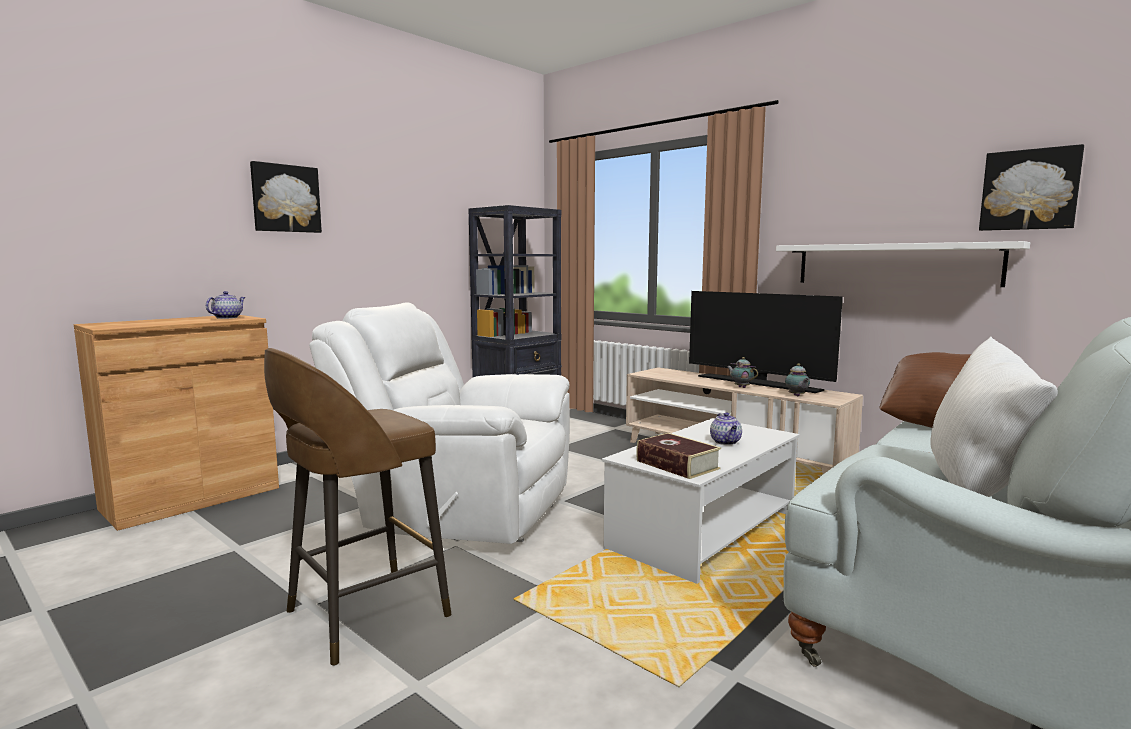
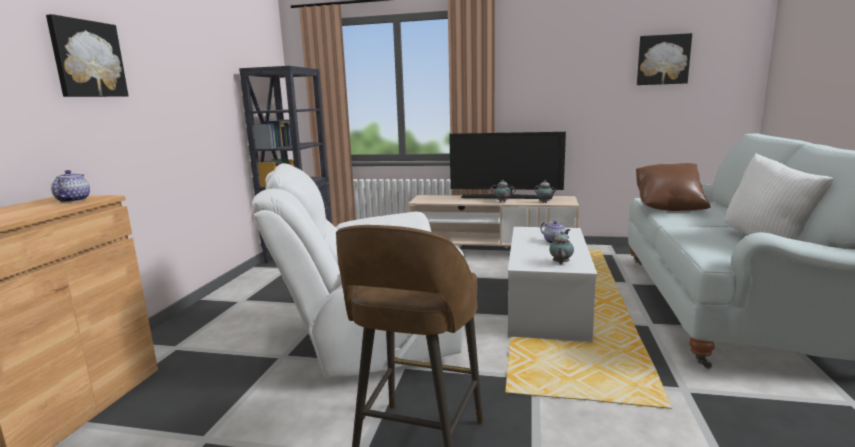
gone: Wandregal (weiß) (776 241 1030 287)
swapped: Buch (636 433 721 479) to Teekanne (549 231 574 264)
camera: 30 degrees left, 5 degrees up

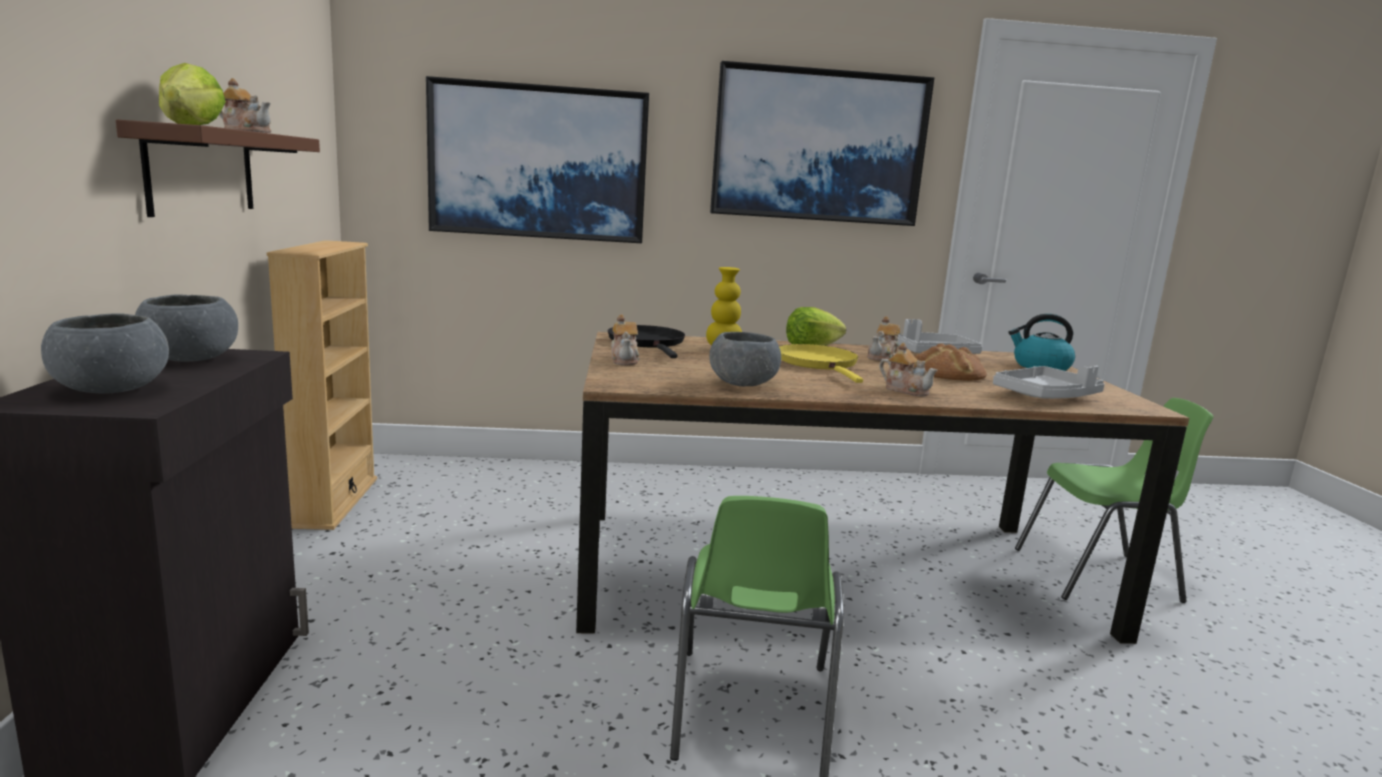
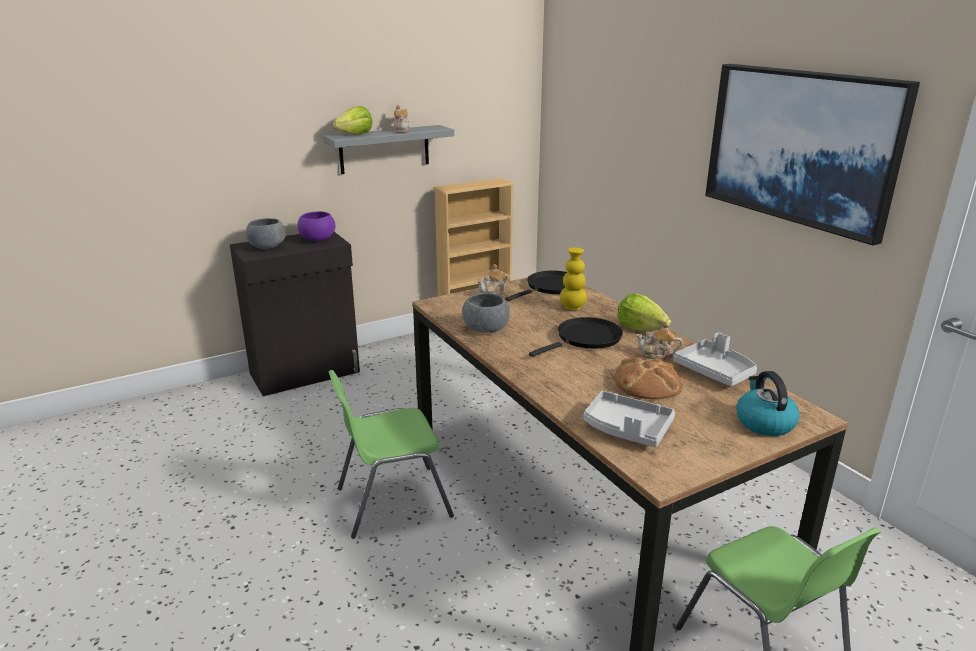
gone: Bild (426 76 649 243); Teekanne (879 343 937 396)
repainted: Schüssel (grau) (135 294 238 362) to Schüssel (lila) (298 211 335 241); Wandregal (braun) (116 120 320 217) to Wandregal (grau) (323 125 454 174); Pfanne (gelb) (779 344 863 383) to Pfanne (schwarz) (529 317 623 357)
camera: 65 degrees right, 10 degrees up

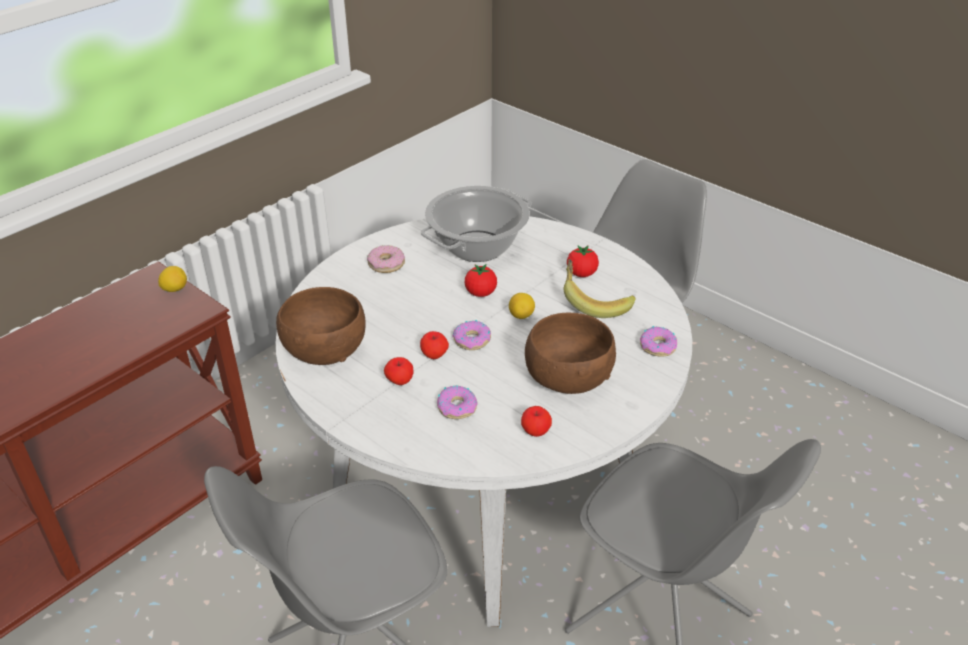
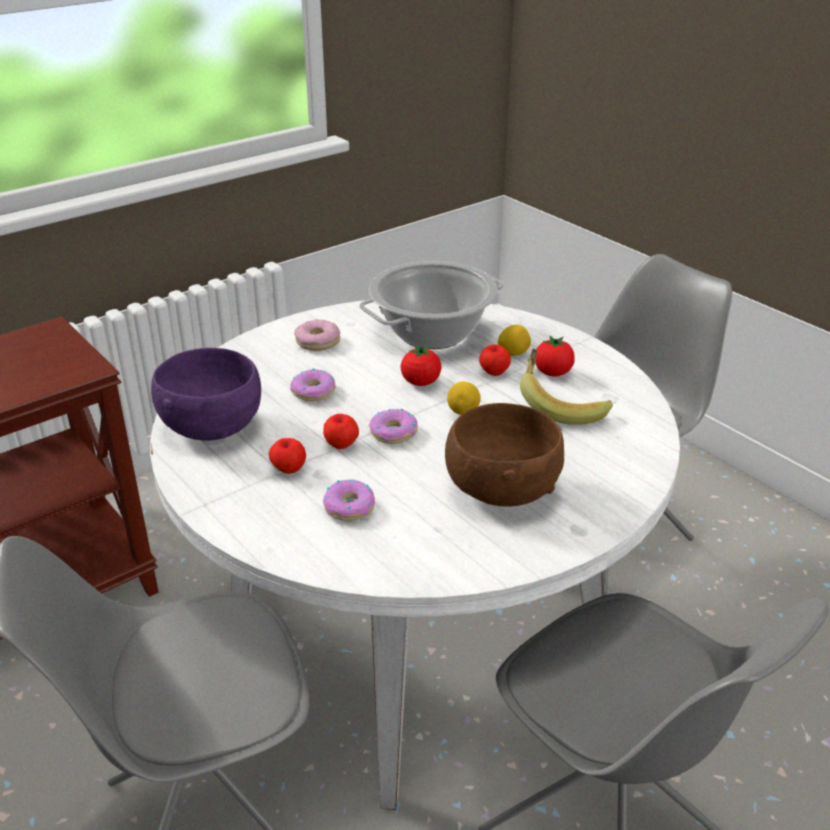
shifted: Donut (640 326 677 357) to (290 368 336 401); Apfel (521 406 552 437) to (479 344 511 376); Zitrone (158 266 187 292) to (498 325 531 356)
repainted: Schüssel (braun) (276 287 366 365) to Schüssel (lila) (151 348 261 441)
camera: 10 degrees right, 5 degrees down

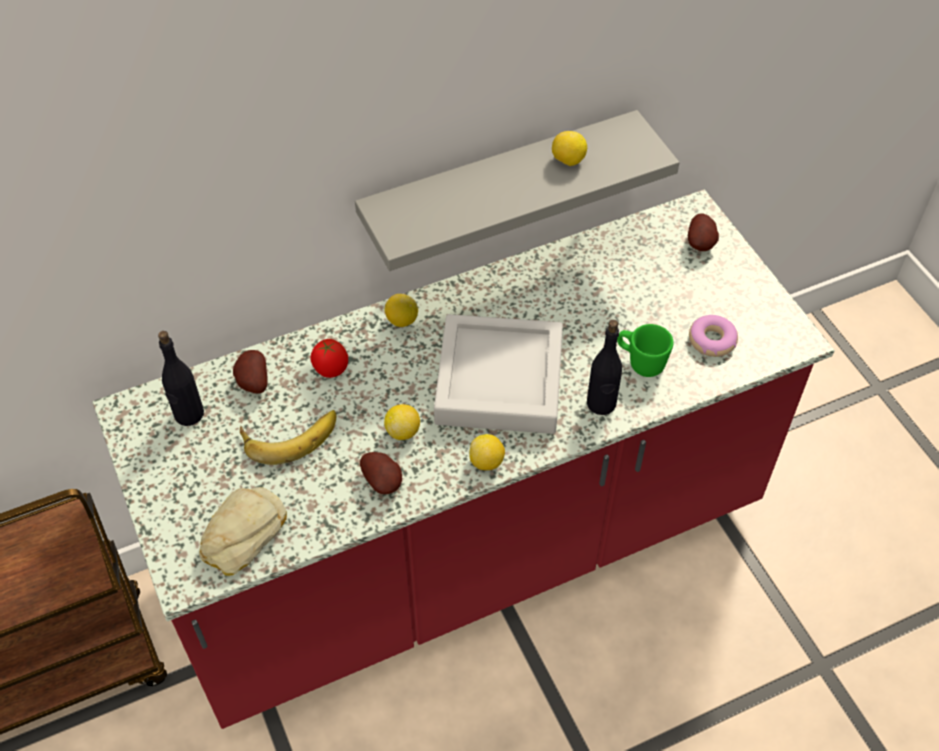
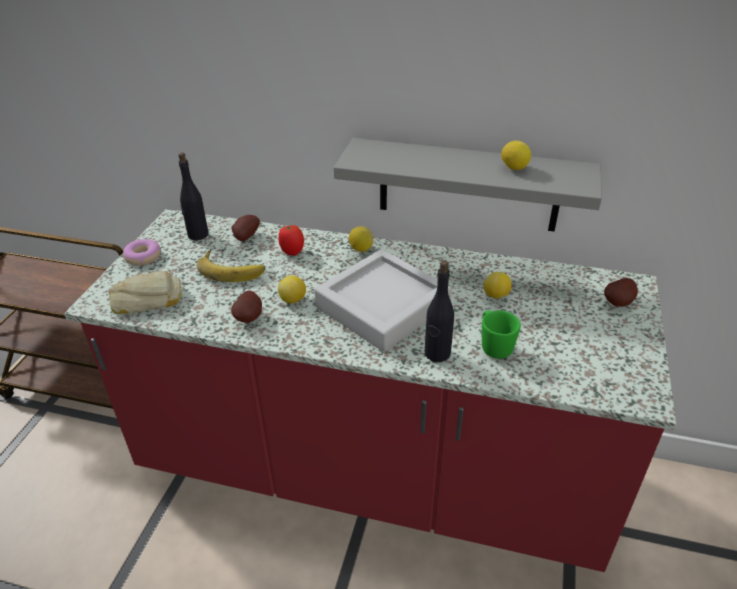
shifted: Donut (689 315 738 357) to (123 239 161 266); Zitrone (469 434 505 470) to (484 272 512 299)
camera: 40 degrees right, 15 degrees down

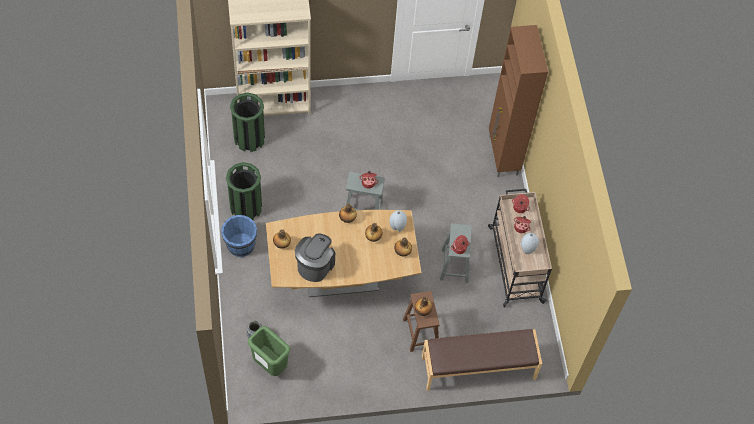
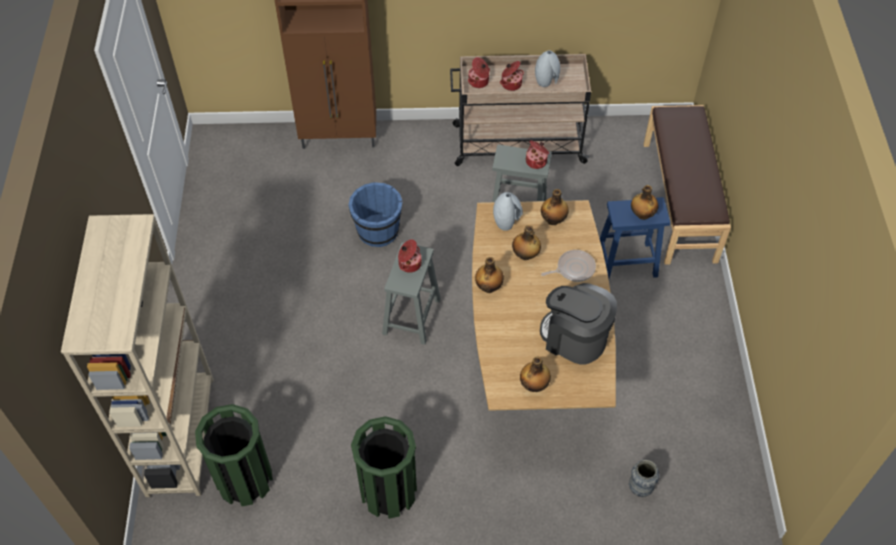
gone: Mülleimer (grün) (248 326 290 376)
new: Pfanne (541 250 596 282)
shifted: Eimer (blau) (221 215 257 257) to (348 182 403 247)
repainted: Hocker (braun) (403 291 440 352) to Hocker (blau) (600 197 670 279)
camera: 80 degrees left, 5 degrees down

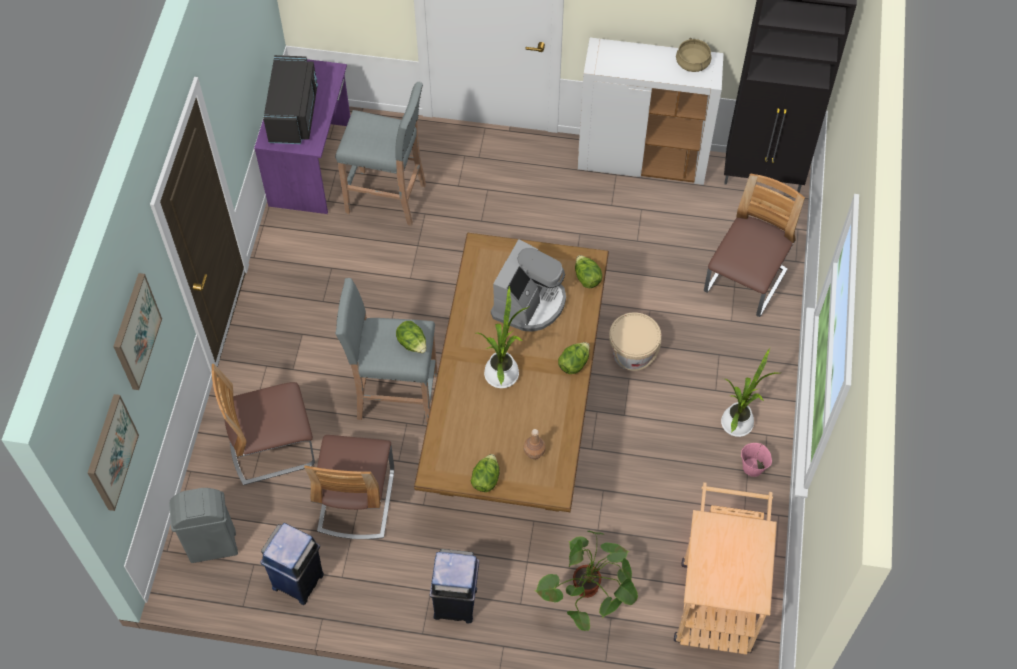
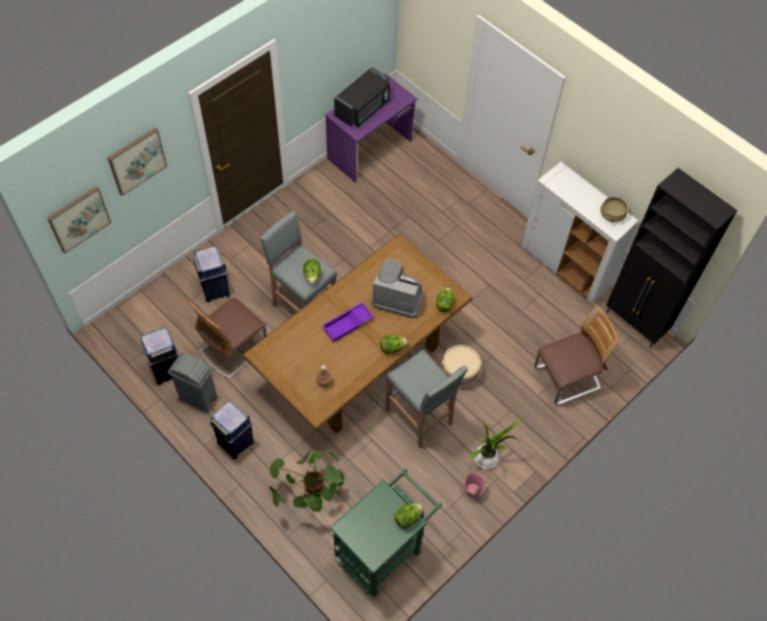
shifted: Mülleimer (grau) (169 488 238 563) to (168 353 217 413); Hocker (grau) (335 82 426 226) to (385 350 468 449); Salatkopf (471 454 500 492) to (394 504 423 528)
swapped: Stuhl (212 364 315 485) to Mülleimer (blau) (193 246 231 303); Topfpflanze (477 285 530 388) to Tablett (lila) (322 302 374 342)
repainted: Rollwagen (beige) (674 482 777 655) to Rollwagen (grün) (330 469 442 596)
rotated: Kaffeemaschine (491 239 566 332) = (371 259 424 318) 135 degrees counterclockwise
camera: 35 degrees right, 0 degrees up

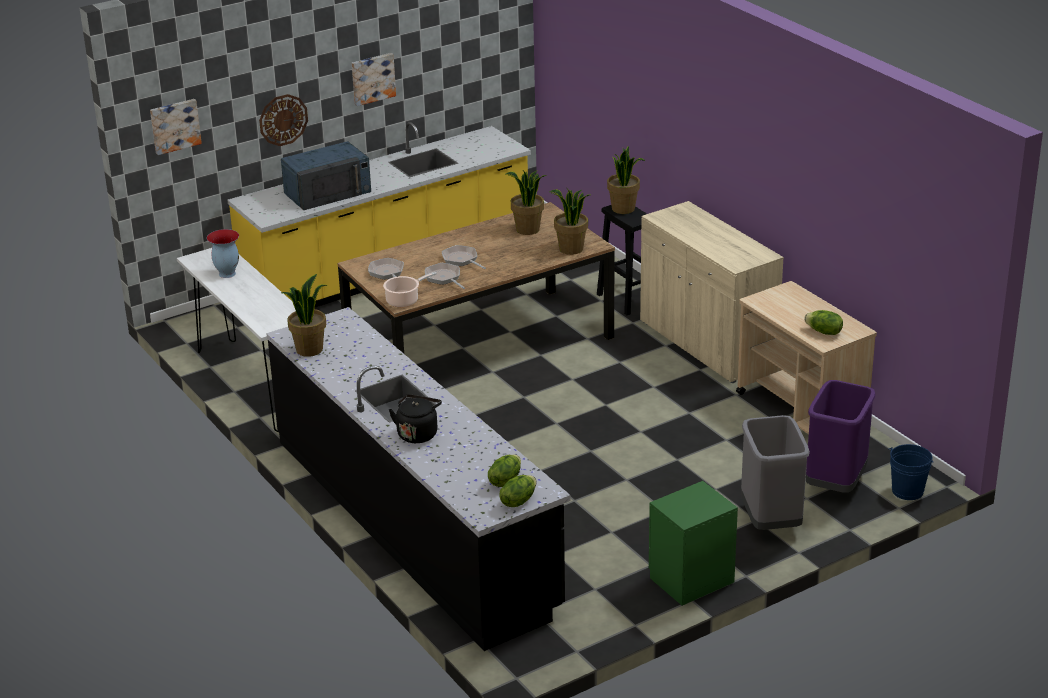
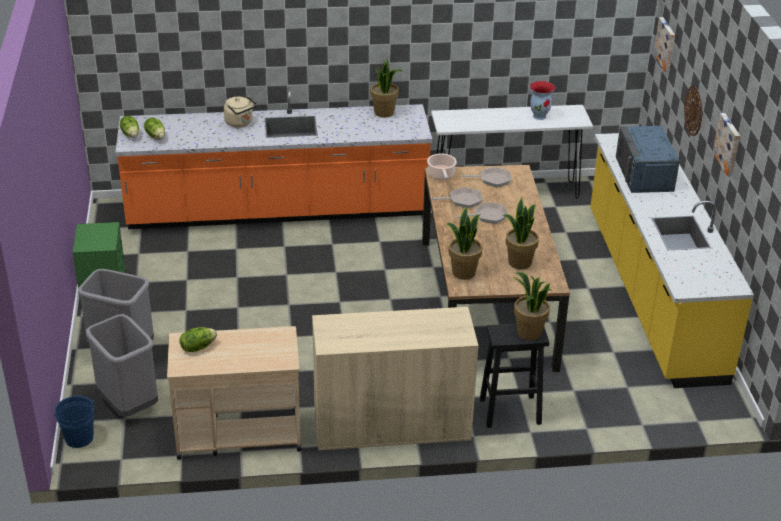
repainted: Mülleimer (lila) (806 380 876 493) to Mülleimer (grau) (86 314 158 417); Küchenzeile (schwarz) (266 307 570 651) to Küchenzeile (orange) (115 87 432 229); Wasserkessel (schwarz) (389 394 442 443) to Wasserkessel (beige) (224 96 257 127)
camera: 115 degrees right, 5 degrees up

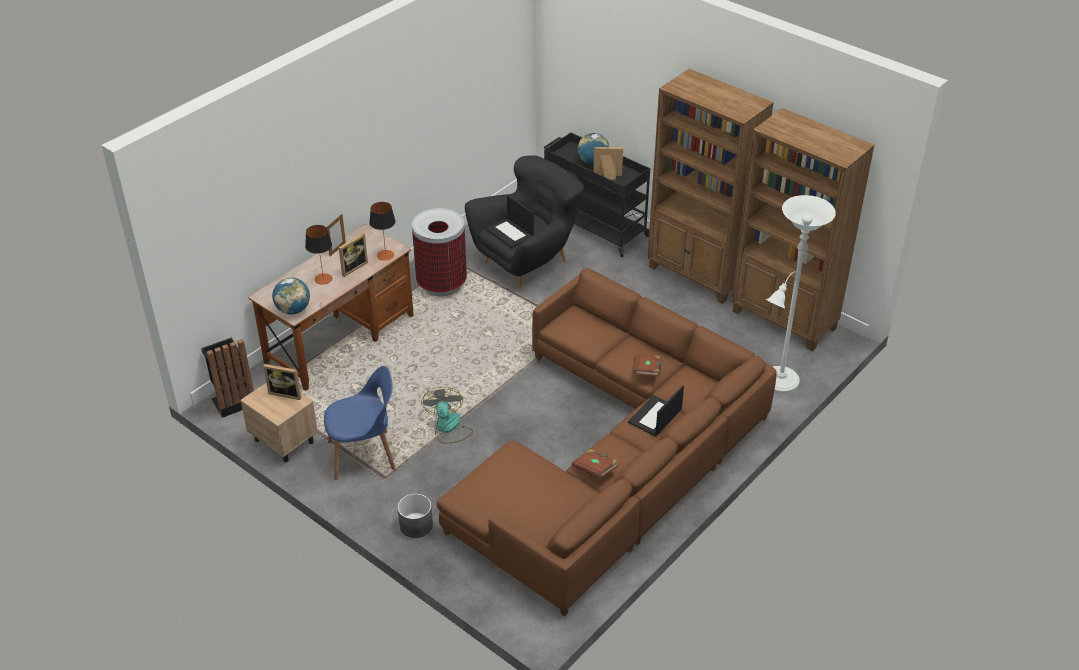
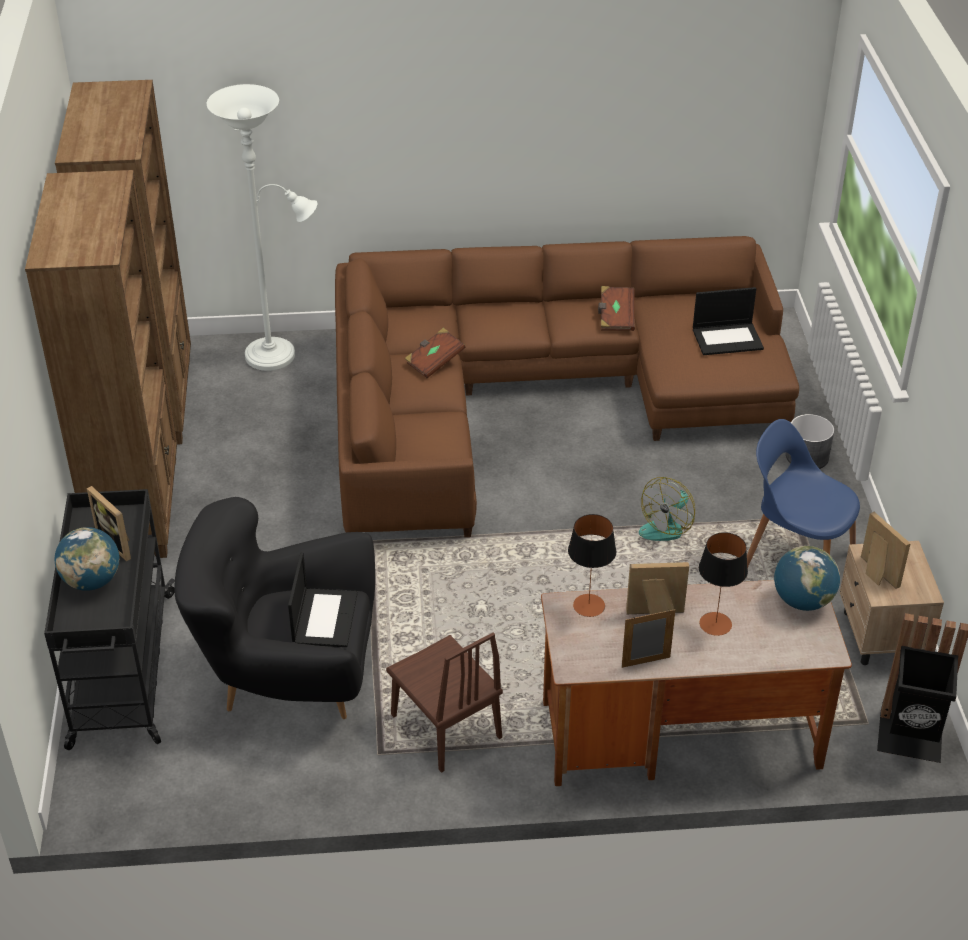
shifted: Laptop (628 385 684 436) to (693 287 764 355)
swapped: Mülleimer (412 208 467 296) to Stuhl (braun) (386 633 503 773)
camera: 135 degrees left, 0 degrees up

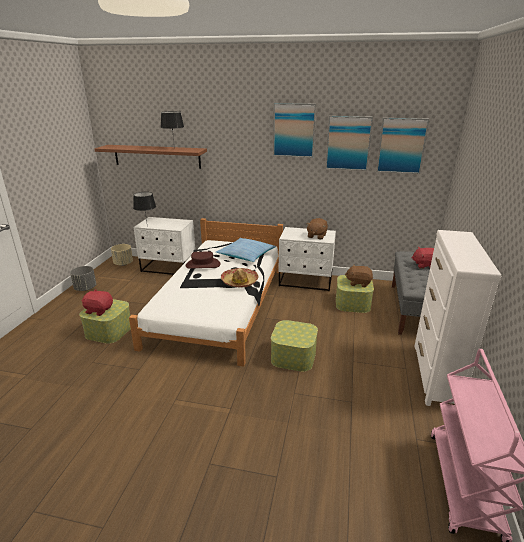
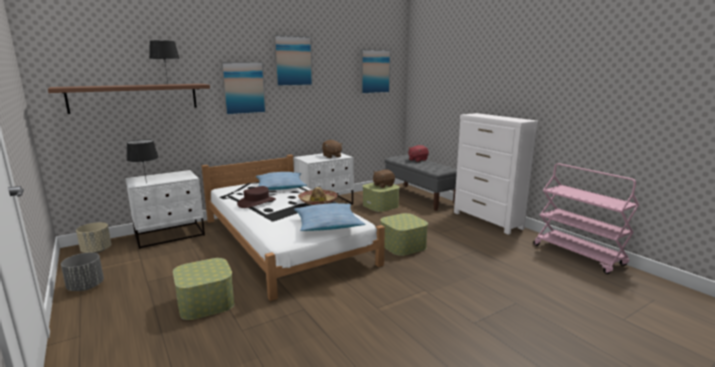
gone: Plüschtier (rot) (81 289 113 316)
new: Kissen (294 203 365 231)
shifted: Bild (326 116 373 171) to (221 62 266 115)
camera: 45 degrees left, 10 degrees down

